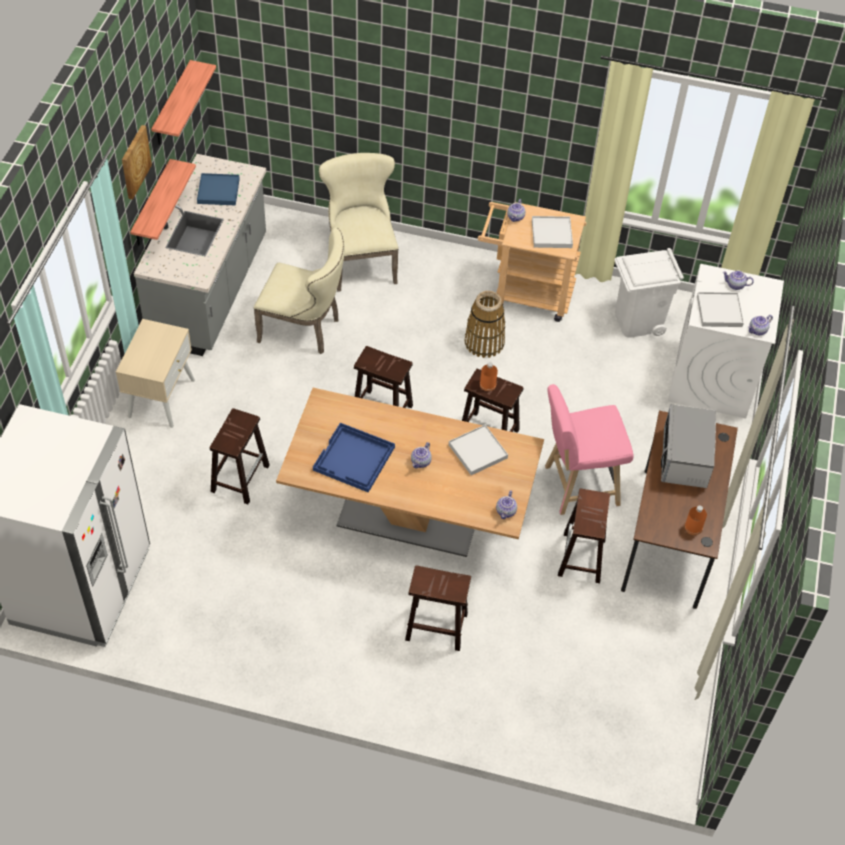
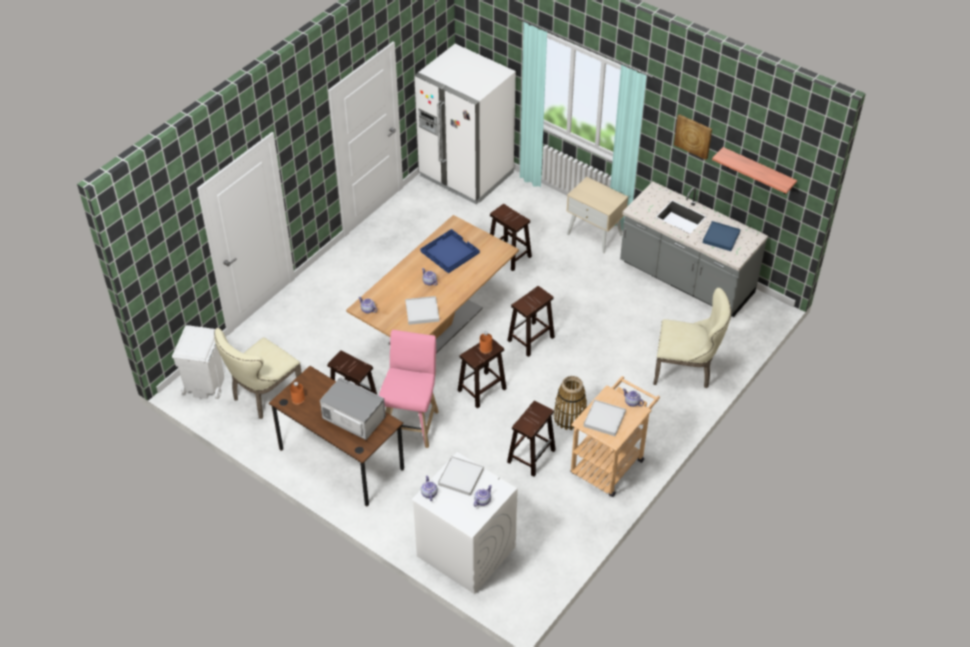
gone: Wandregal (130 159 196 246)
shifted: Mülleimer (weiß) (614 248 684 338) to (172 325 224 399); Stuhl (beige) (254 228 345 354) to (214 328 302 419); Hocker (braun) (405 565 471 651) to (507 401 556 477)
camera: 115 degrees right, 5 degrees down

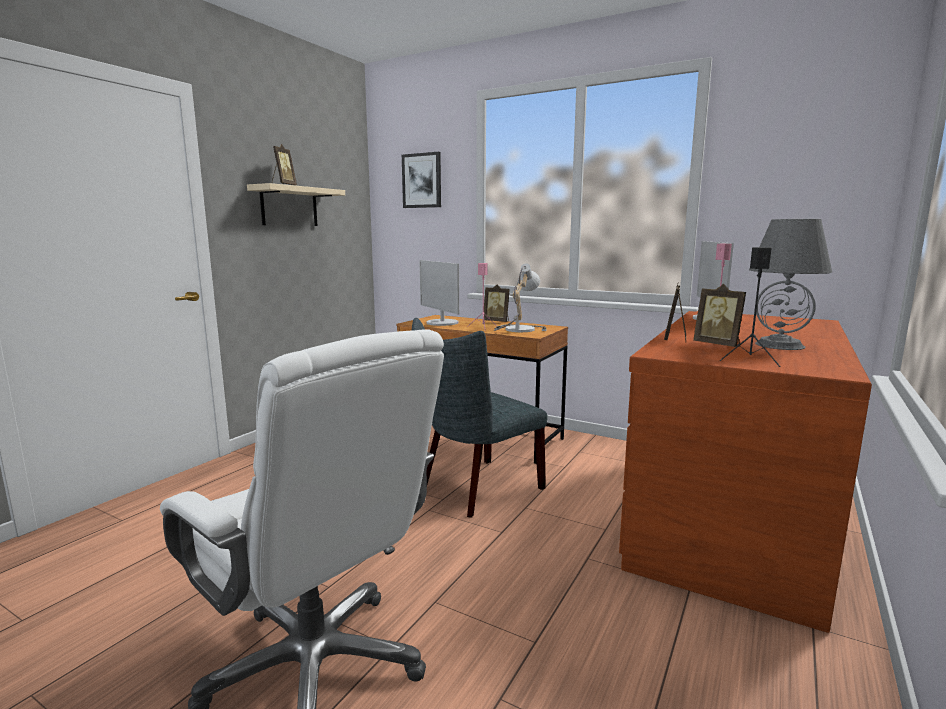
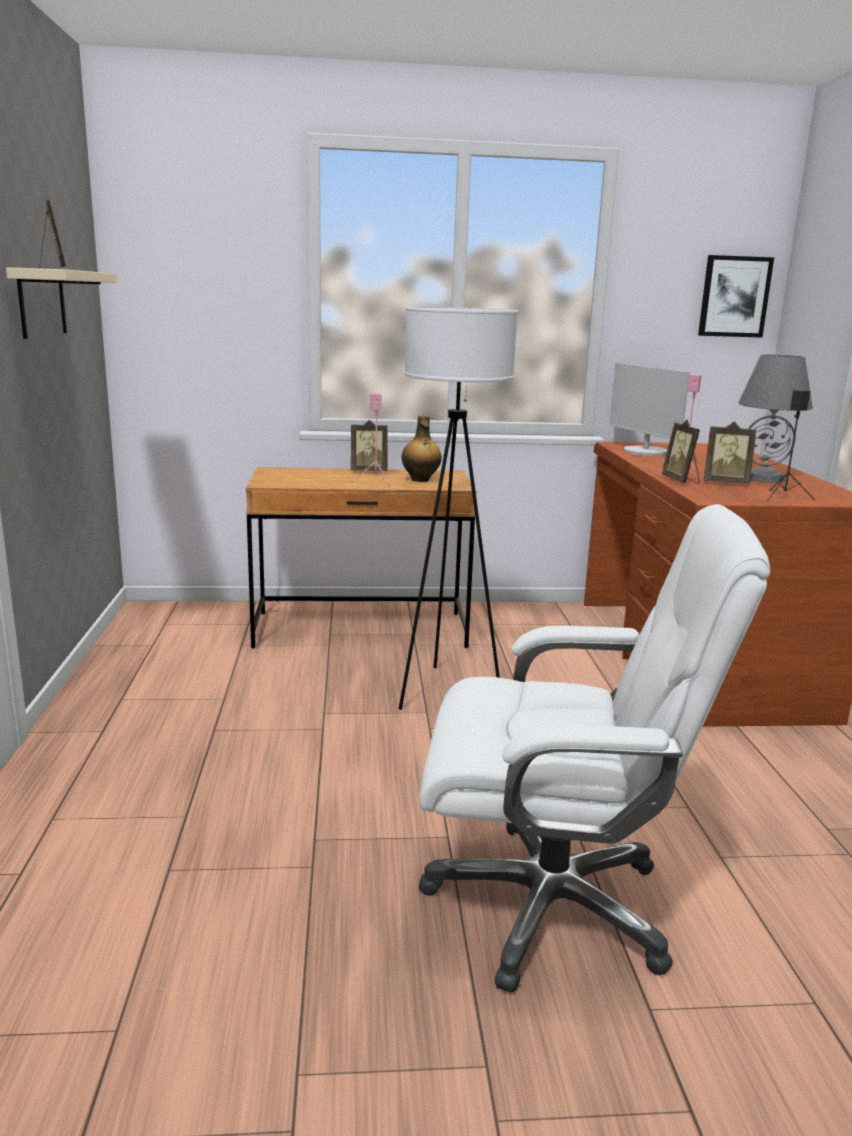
gone: Monitor (419 260 459 326)
shifted: Bild (402 152 441 208) to (698 255 774 338)
swapped: Stuhl (grau) (412 318 548 518) to Stehlampe (weiß) (399 306 518 710); Tischlampe (494 263 547 332) to Flasche (402 415 442 482)
camera: 35 degrees left, 5 degrees up

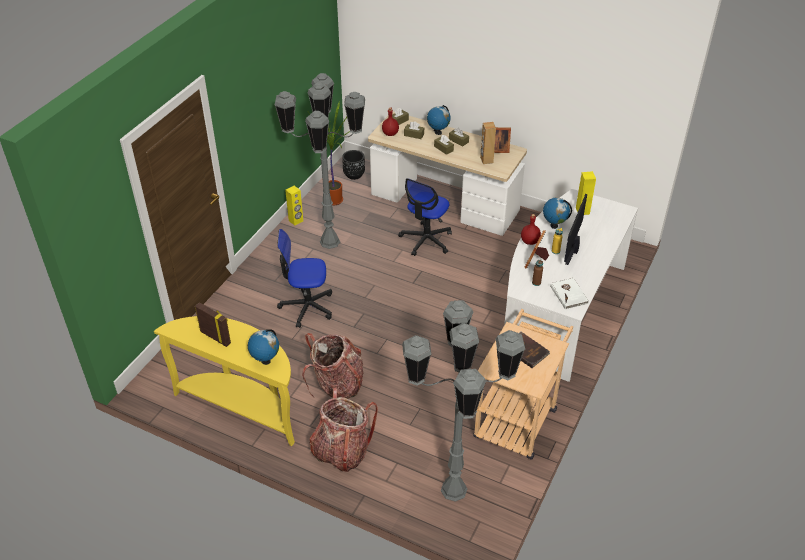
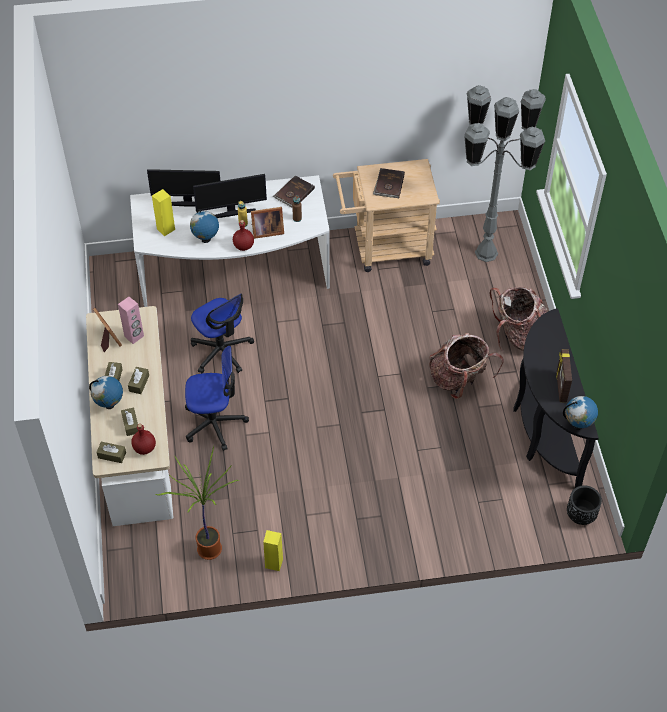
gone: Stehlampe (grau) (275 73 365 249)
new: Monitor (147 169 220 207)
shifted: Bürostuhl (277 229 332 328) to (191 293 254 374); Globus (248 329 279 365) to (563 396 598 430); Pflanzkübel (schwarz) (342 150 365 180) to (567 485 602 525)
repainted: Lautsprecher (braun) (480 122 496 164) to Lautsprecher (rosa) (118 297 144 344); Buch (weiß) (550 278 589 310) to Buch (braun) (273 176 315 207); Konsolentisch (gelb) (154 316 295 446) to Konsolentisch (schwarz) (513 308 599 488)
camera: 125 degrees left, 10 degrees up

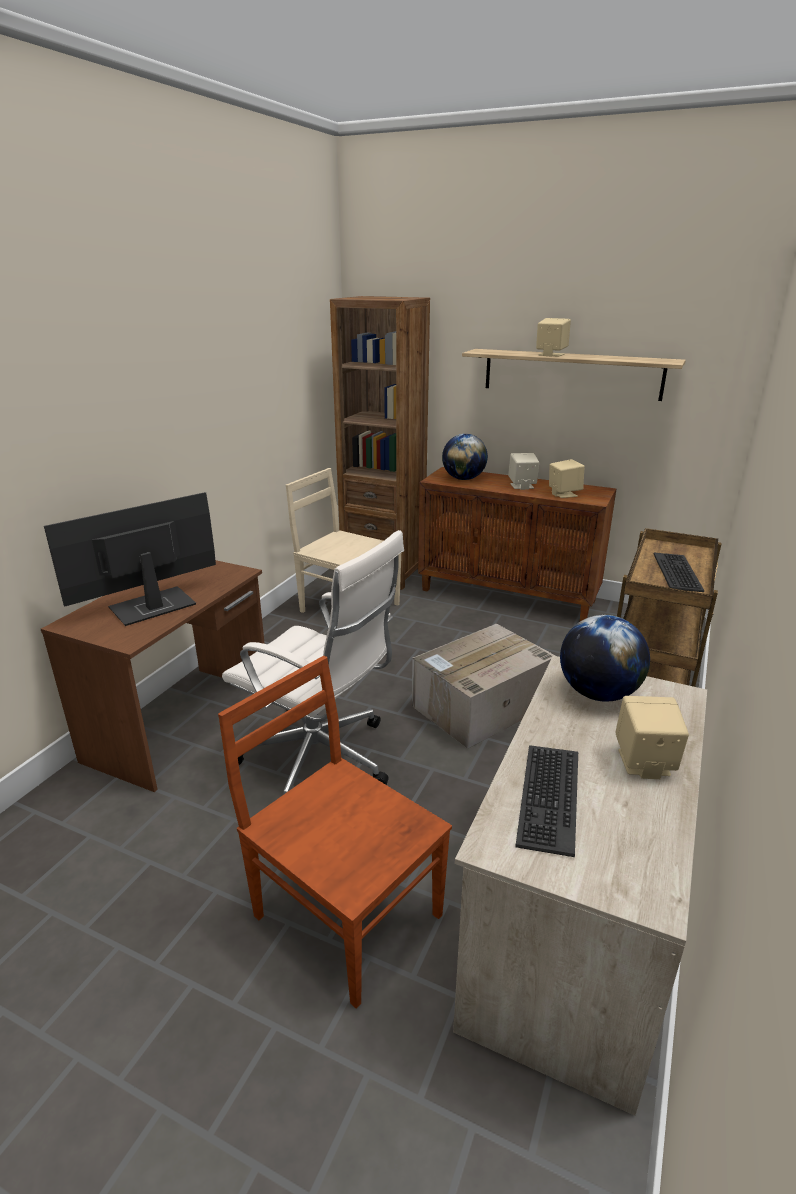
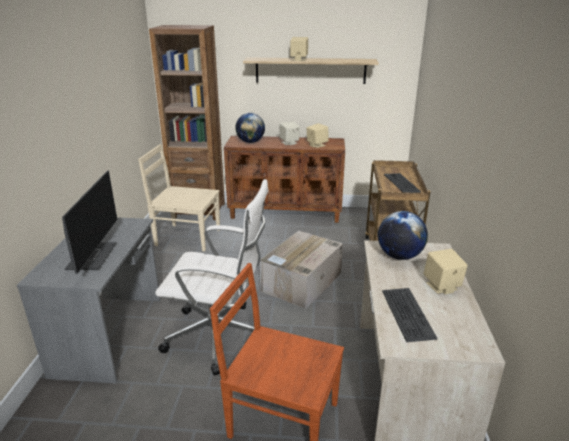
repainted: Schreibtisch (braun) (41 560 265 792) to Schreibtisch (grau) (17 218 161 384)
rotated: Monitor (44 492 216 626) = (62 171 117 274) 150 degrees clockwise
camera: 20 degrees left, 0 degrees up

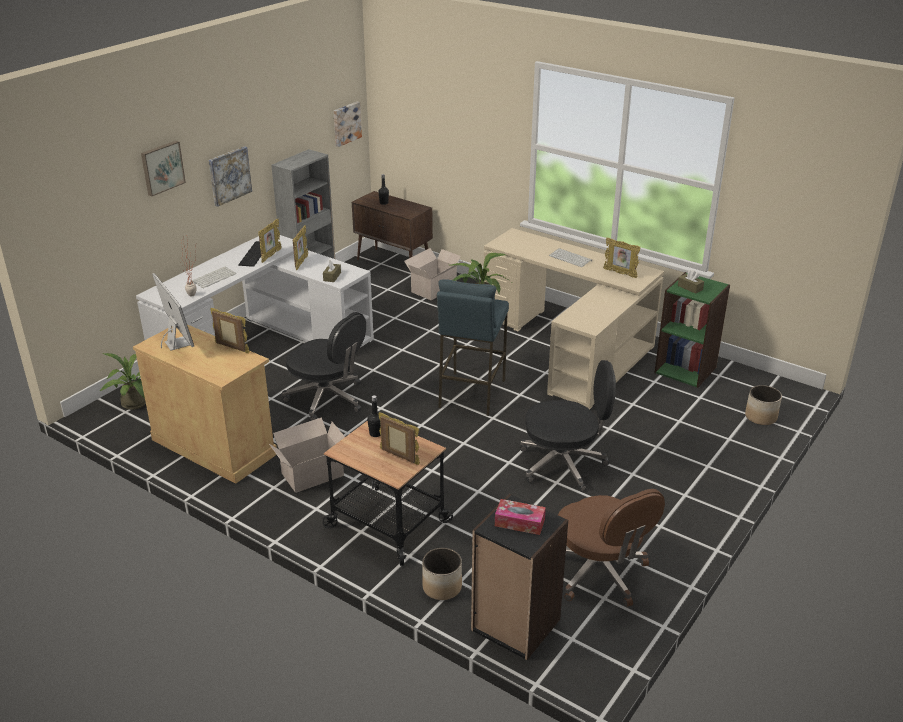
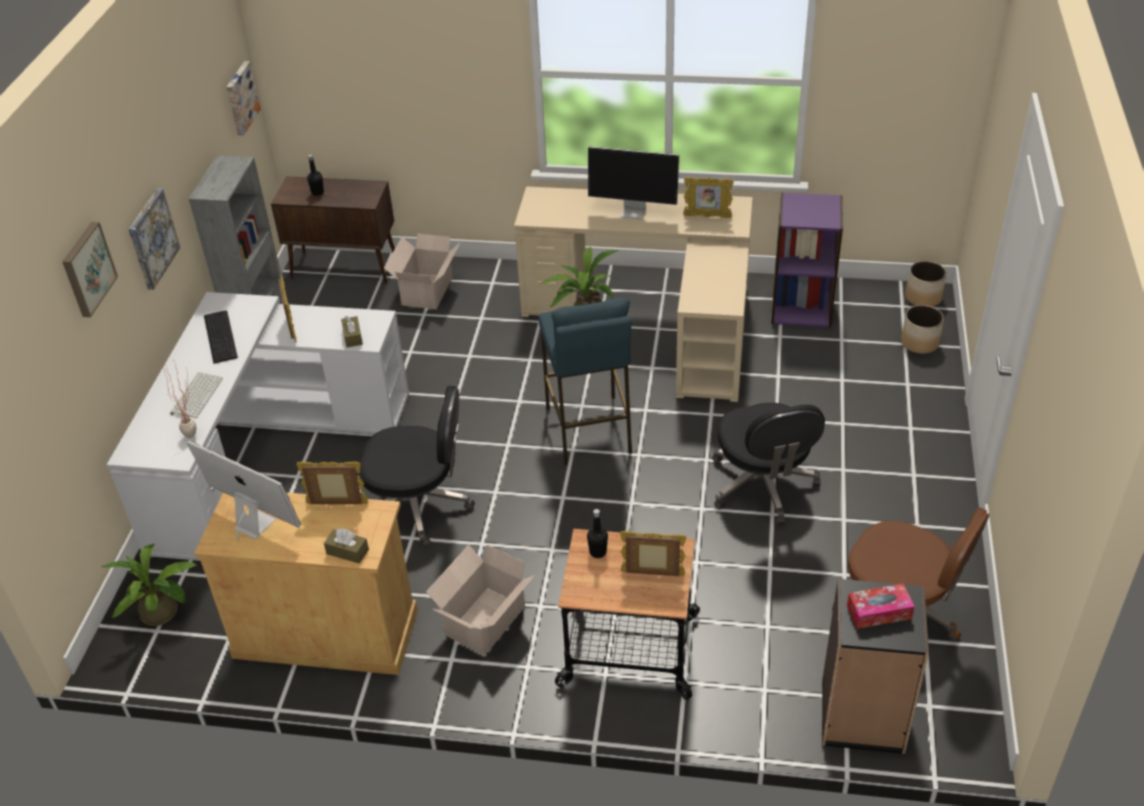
gone: Bilderrahmen (258 218 282 263)
shifted: Taschentuchbox (braun) (678 270 704 294) to (324 529 369 563); Pflanzkübel (422 548 462 600) to (905 261 947 307)
swapped: Tastatur (549 248 592 267) to Monitor (588 146 679 220)
repainted: Bücherregal (grün) (654 272 730 388) to Bücherregal (lila) (771 192 843 328)
rotated: Bürostuhl (schwarz) (520 360 616 491) = (712 403 825 525) 105 degrees clockwise
camera: 25 degrees left, 10 degrees up

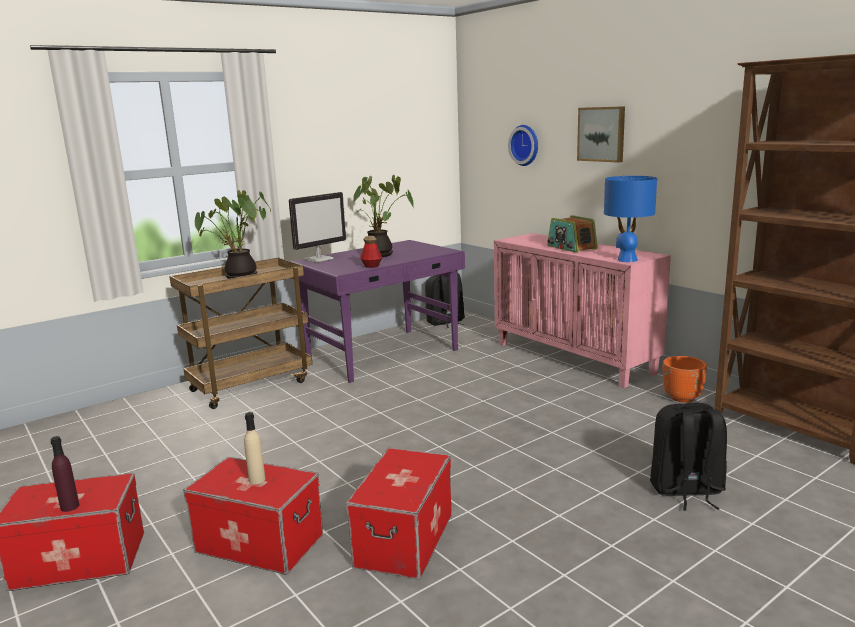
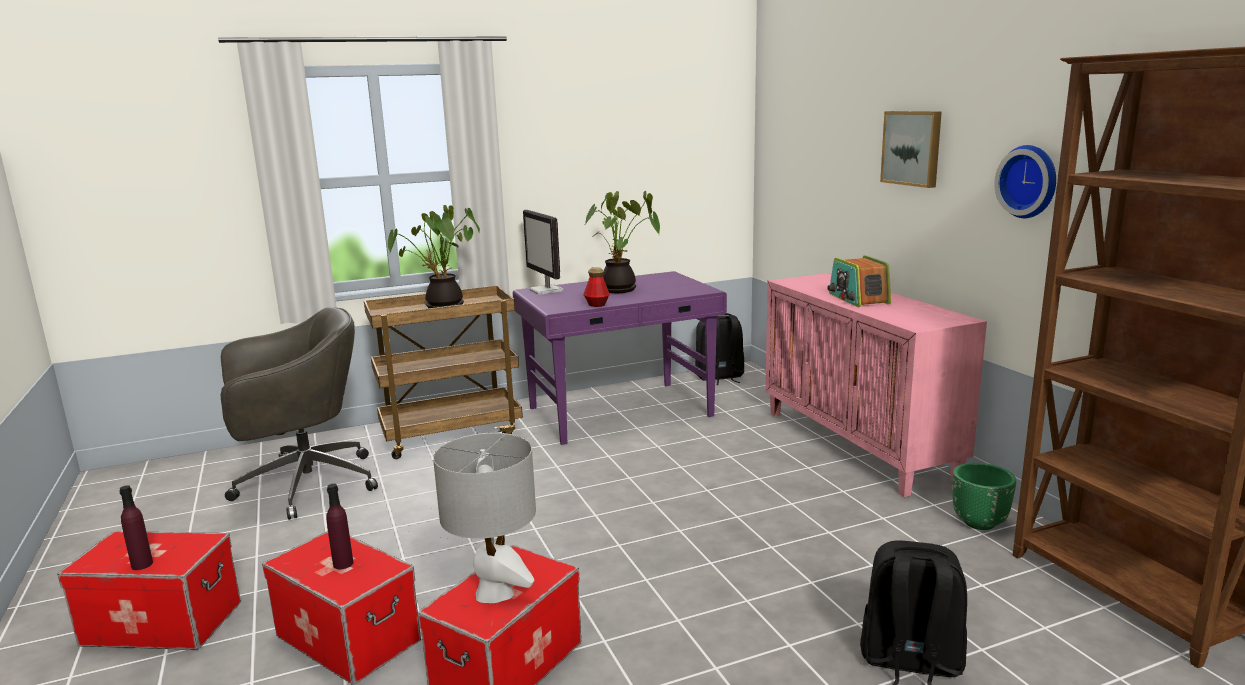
gone: Tischlampe (blau) (604 176 657 262)
new: Bürostuhl (grau) (221 307 378 520); Tischlampe (grau) (433 433 536 603)
shifted: Wanduhr (508 125 538 166) to (995 145 1056 218)
repainted: Flasche (beige) (244 412 265 484) to Flasche (lila) (326 484 354 569); Pflanzkübel (orange) (663 356 707 403) to Pflanzkübel (grün) (952 463 1016 530)
rotated: Monitor (289 192 346 263) = (523 210 564 294) 90 degrees clockwise
camera: 15 degrees right, 0 degrees up

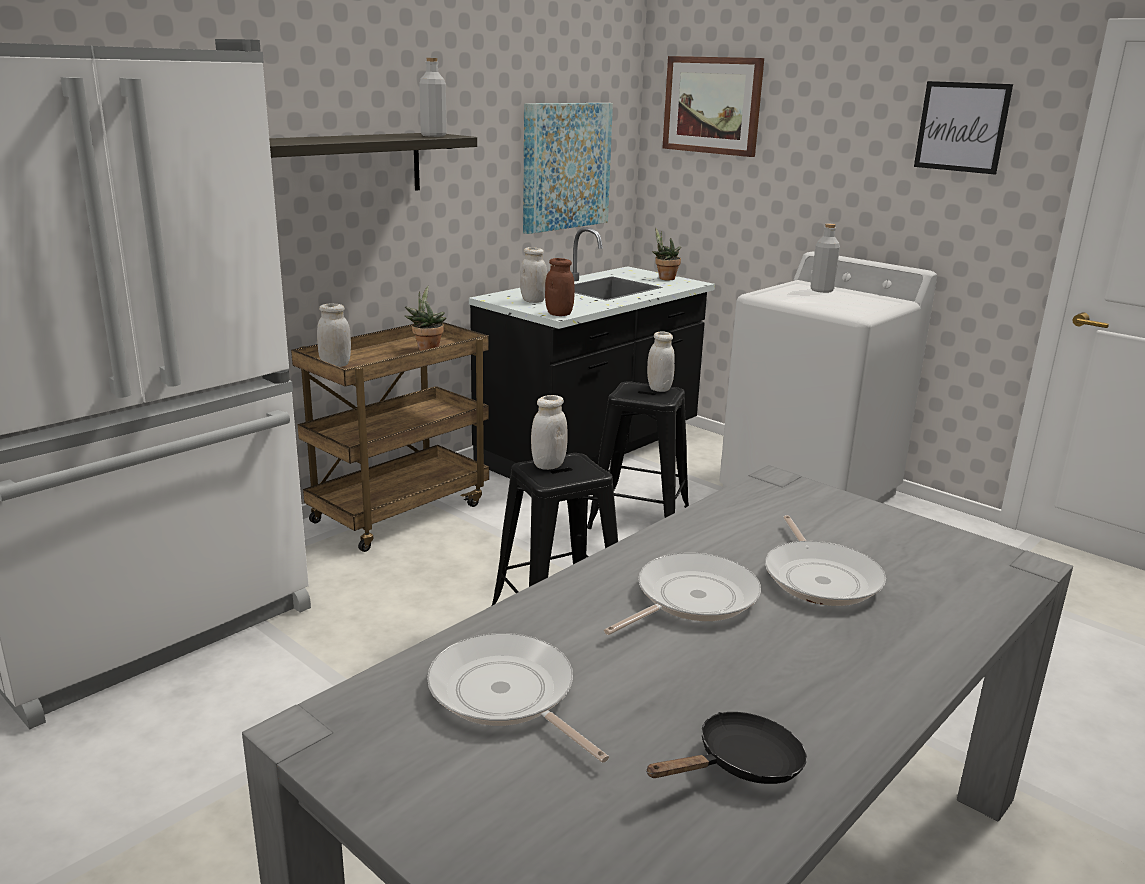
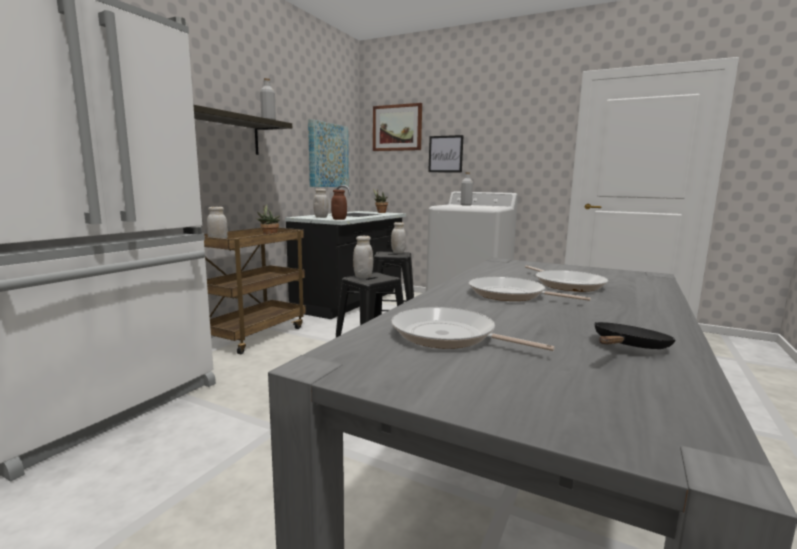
shifted: Bild (914 81 1013 174) to (428 135 464 173)
rotated: Pfanne (604 553 761 635) = (469 276 591 301) 90 degrees counterclockwise
camera: 15 degrees left, 10 degrees down

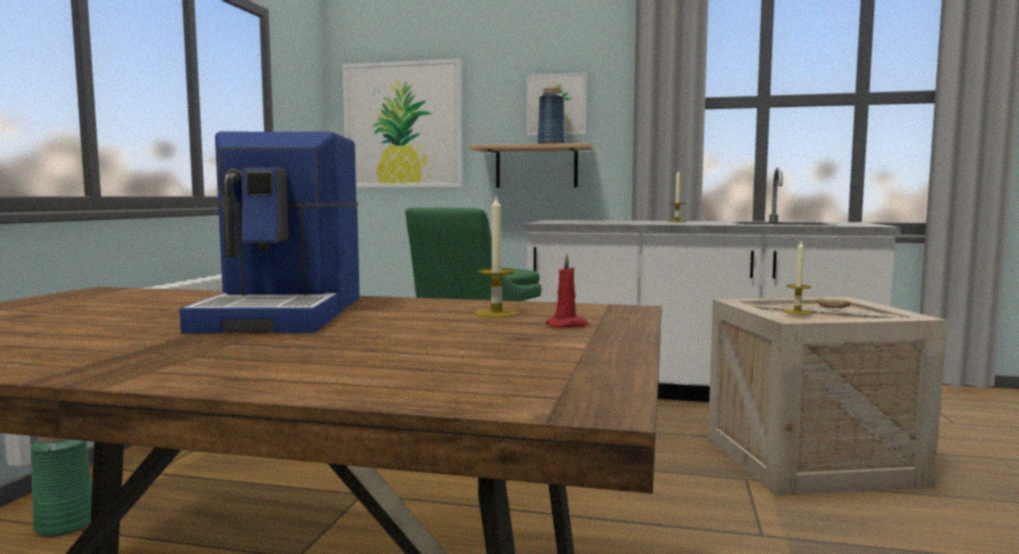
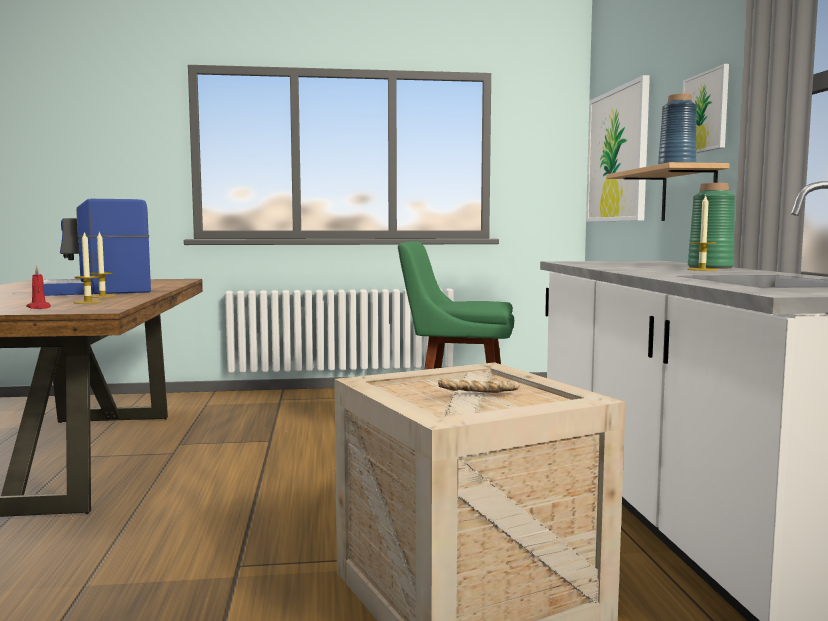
shifted: Kerze (783 241 812 315) to (90 232 116 298); Vase (grün) (30 437 92 537) to (688 183 735 269)
camera: 70 degrees right, 0 degrees up

